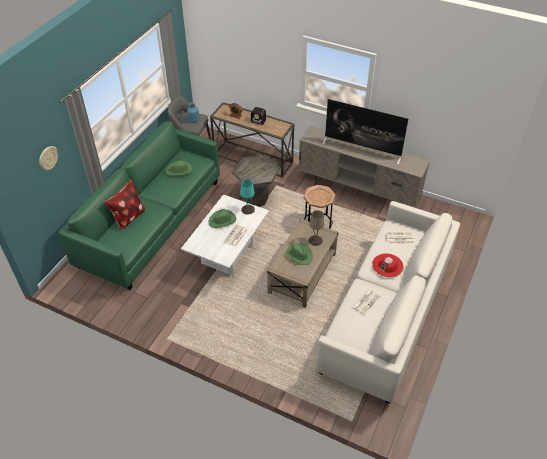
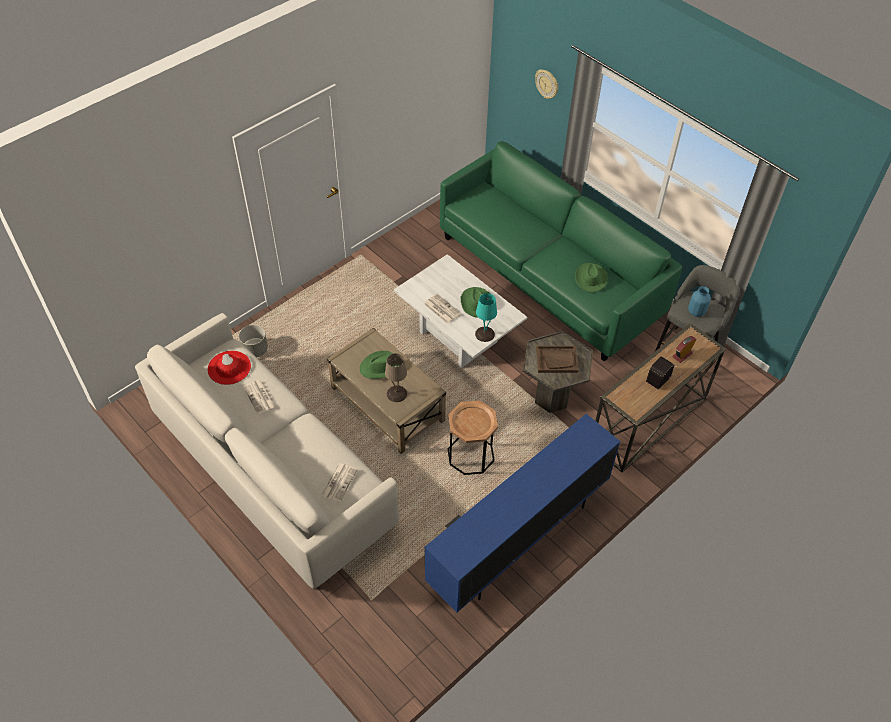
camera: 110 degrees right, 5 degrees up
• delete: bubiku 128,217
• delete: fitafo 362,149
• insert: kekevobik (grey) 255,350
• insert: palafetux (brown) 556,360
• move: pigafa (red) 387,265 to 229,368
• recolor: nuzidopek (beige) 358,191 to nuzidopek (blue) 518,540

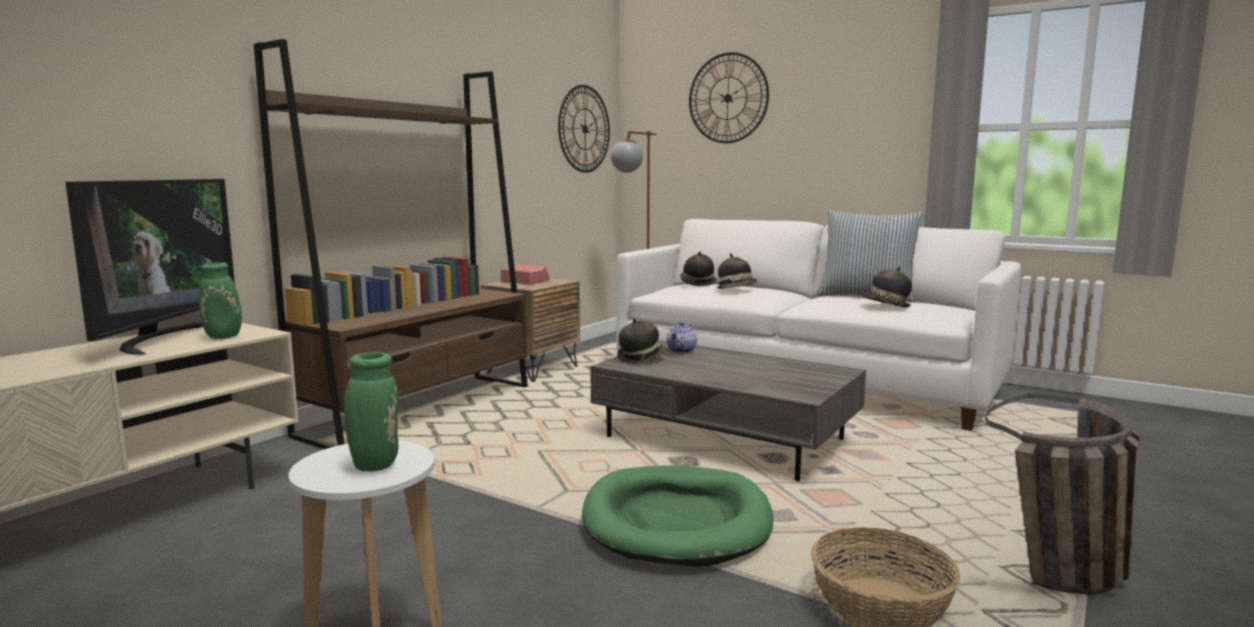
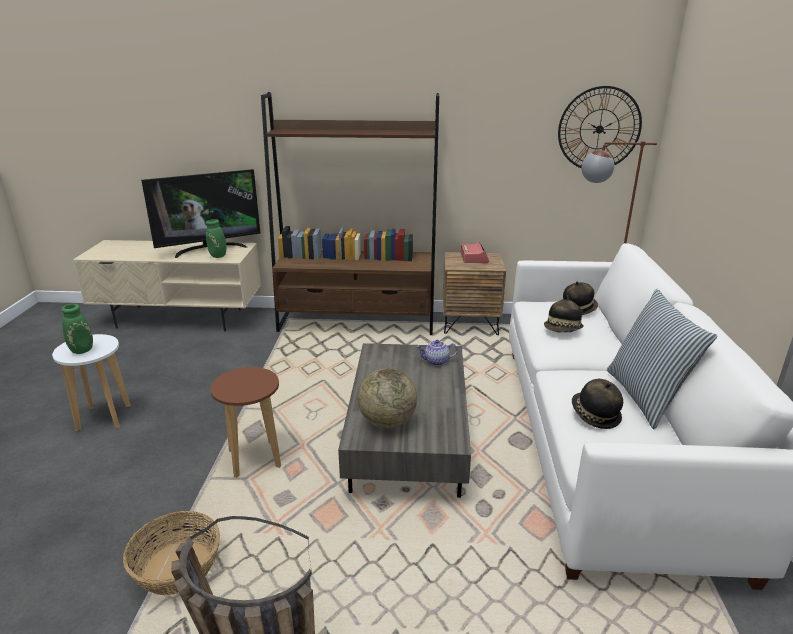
camera: 60 degrees right, 15 degrees up
• delete: pigafa 641,359
• delete: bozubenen 728,98
• insert: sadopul 387,422
• replace: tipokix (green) 676,521 to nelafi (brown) 255,459

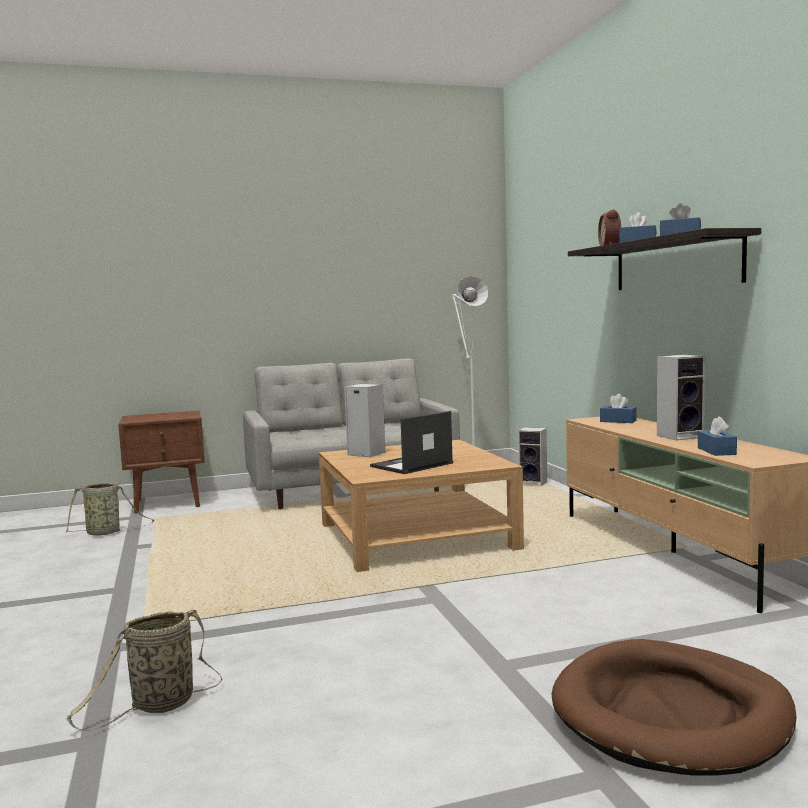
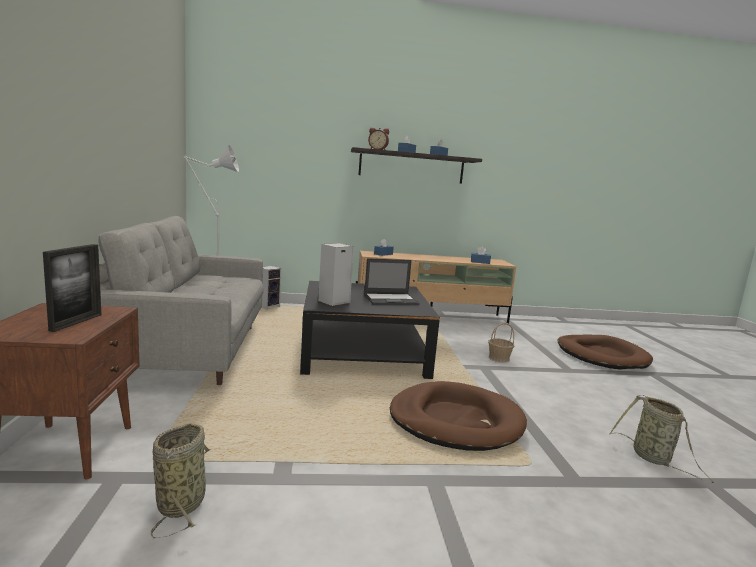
camera: 80 degrees left, 5 degrees up
• delete: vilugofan 681,436
• insert: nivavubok 76,322
• insert: tipokix (brown) 455,421
• insert: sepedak 498,358
• recolor: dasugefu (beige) 416,537 to dasugefu (black) 363,353
• rotate: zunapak 411,465 = 391,300 75 degrees counterclockwise

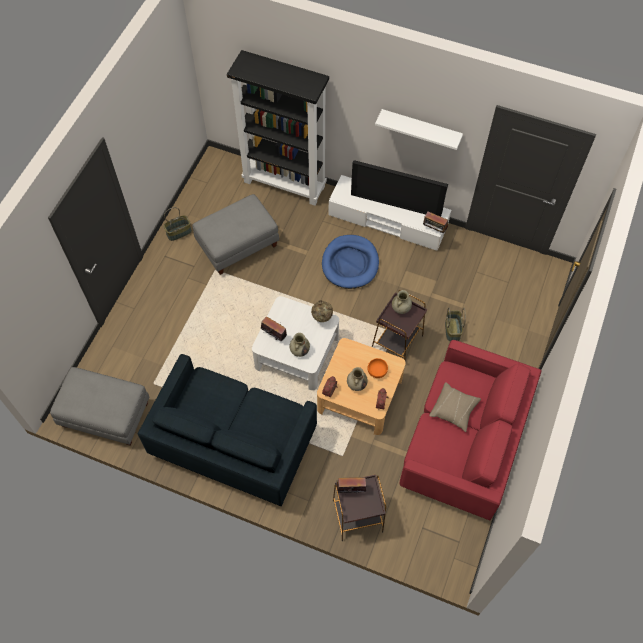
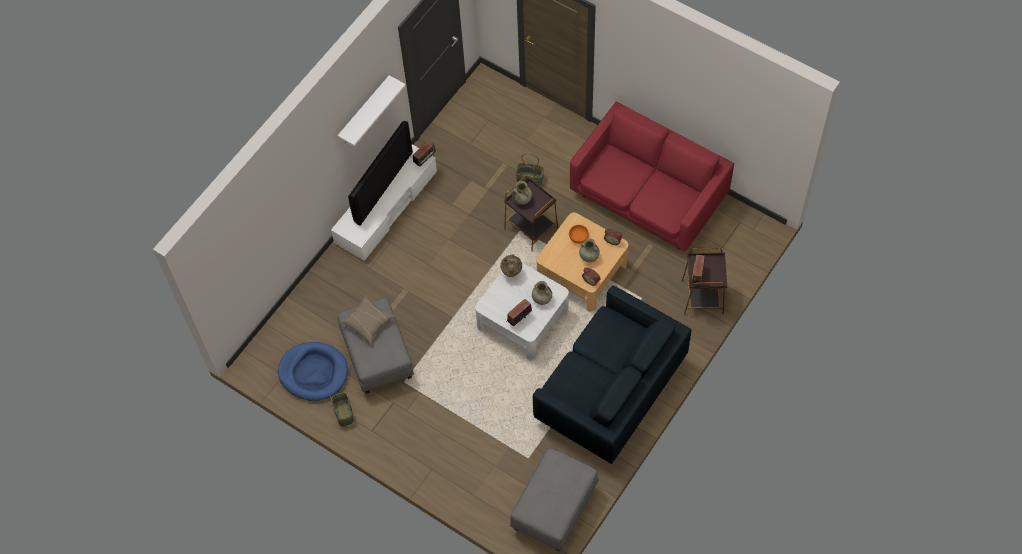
camera: 75 degrees left, 0 degrees up
• delete: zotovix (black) 285,184
• move: tipokix (blue) 350,263 to 313,372
• move: bubiku (beige) 454,409 to 368,322

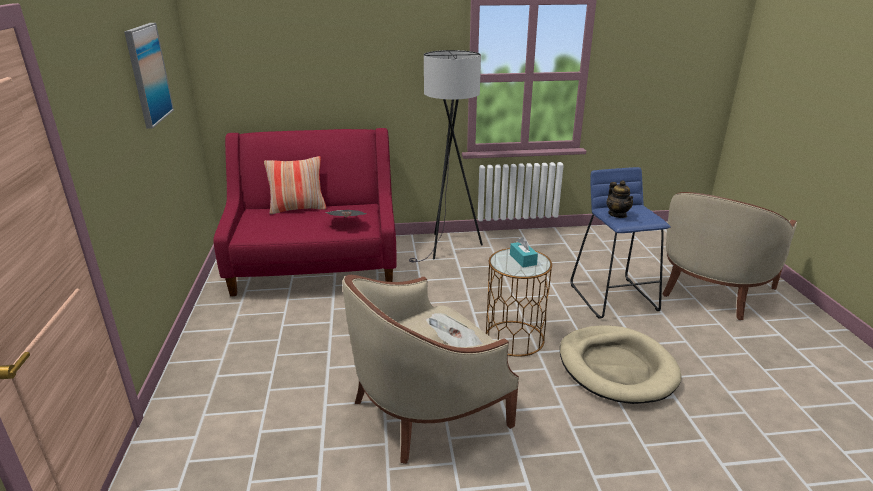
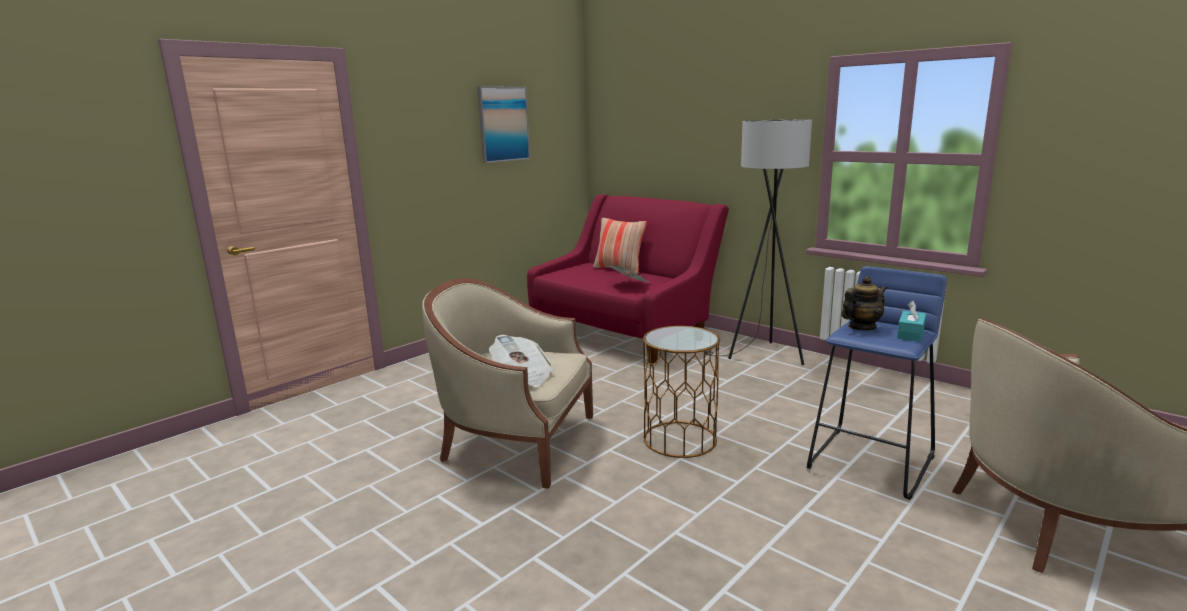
camera: 50 degrees right, 10 degrees down
• delete: tipokix (beige) 616,367
• move: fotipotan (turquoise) 523,259 to 910,334
• rotate: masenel 617,214 = 861,327 150 degrees counterclockwise

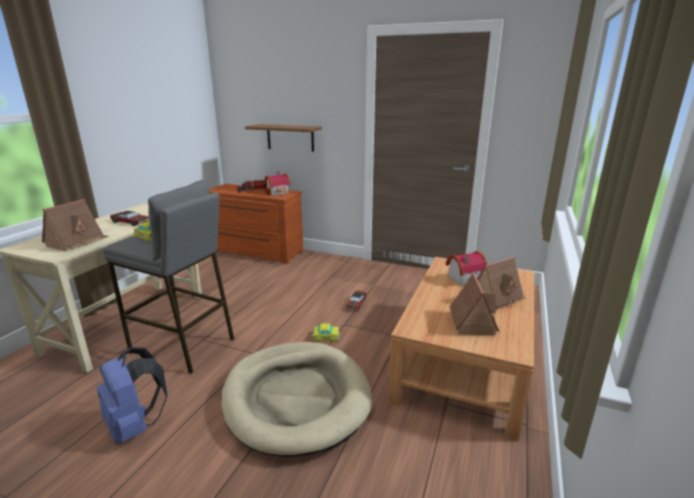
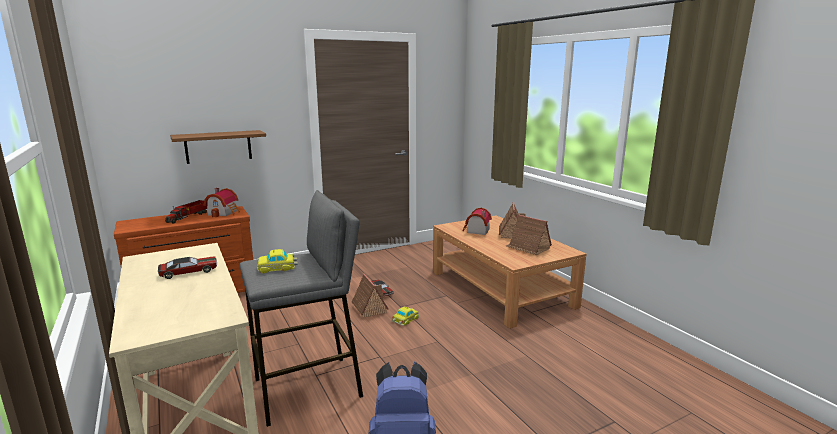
camera: 50 degrees left, 5 degrees down
• delete: tipokix (beige) 296,398
• move: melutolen 77,242 to 369,307

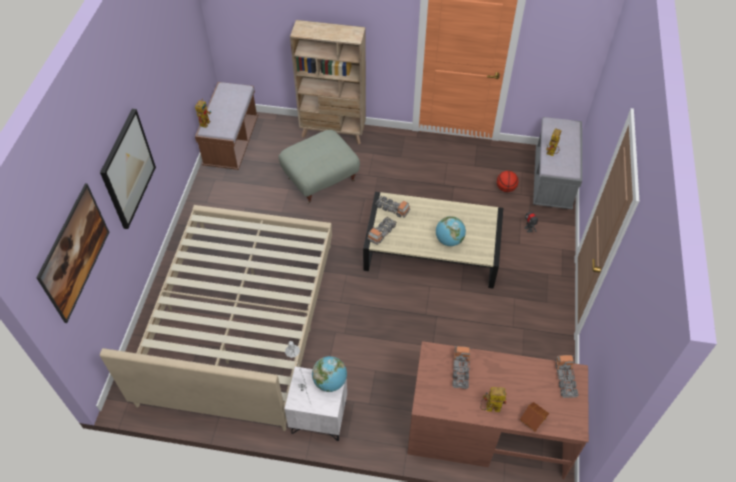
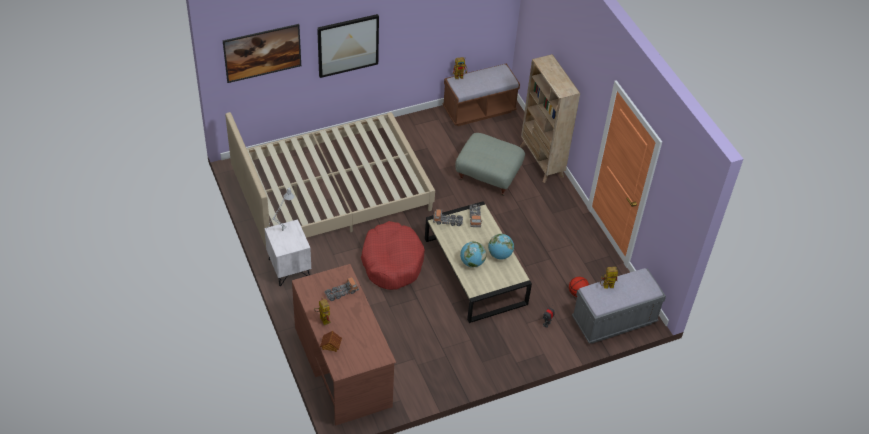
camera: 55 degrees right, 5 degrees down
• delete: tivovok 565,379
• insert: tipokix (red) 392,262
• move: sadopul 330,382 to 500,255

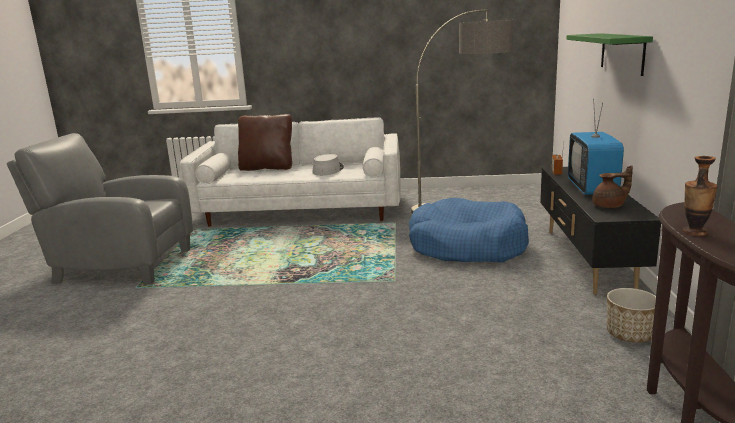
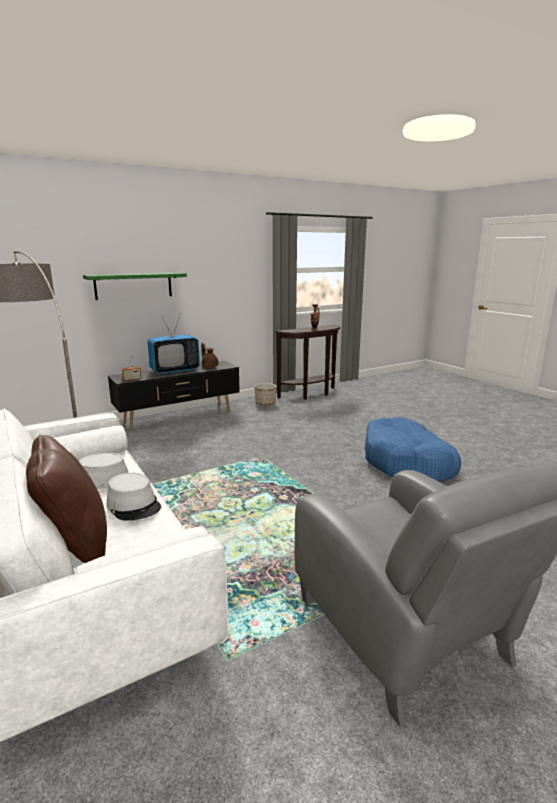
camera: 125 degrees left, 0 degrees up
• insert: pigafa (grey) 134,505
• move: tipokix (blue) 467,246 to 407,463

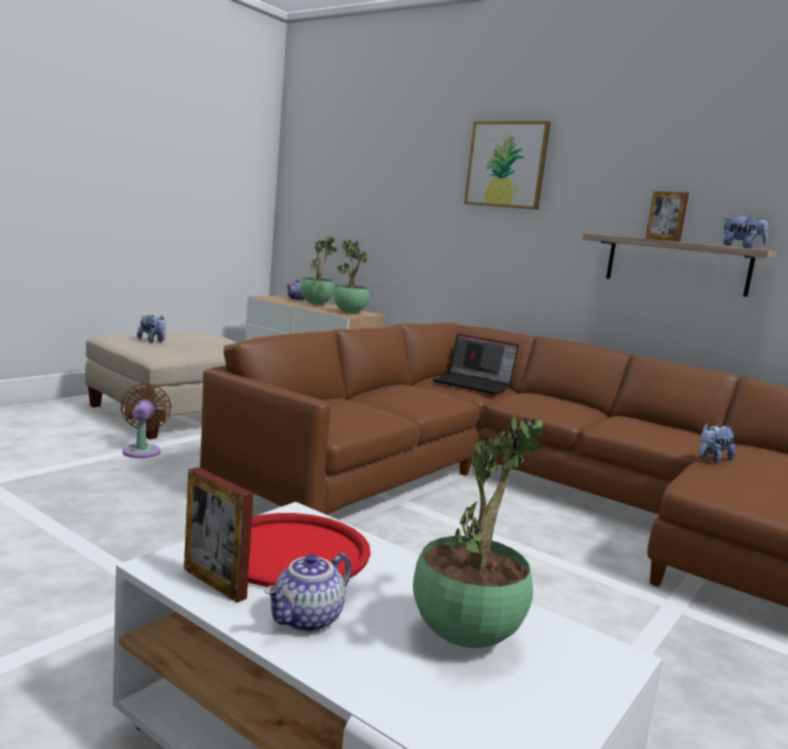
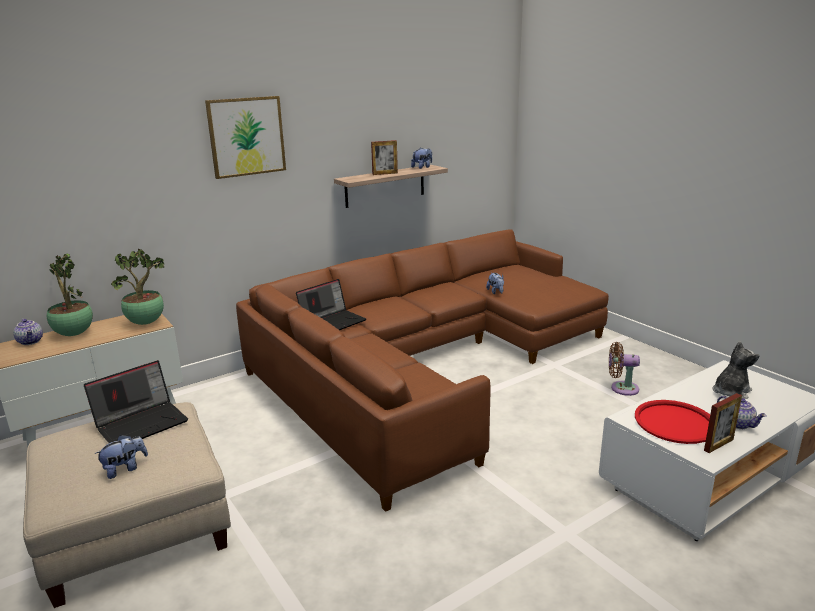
camera: 70 degrees left, 10 degrees up
• insert: zunapak 142,423
• move: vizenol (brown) 142,450 to 621,388
• replace: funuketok 466,636 to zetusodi 730,392

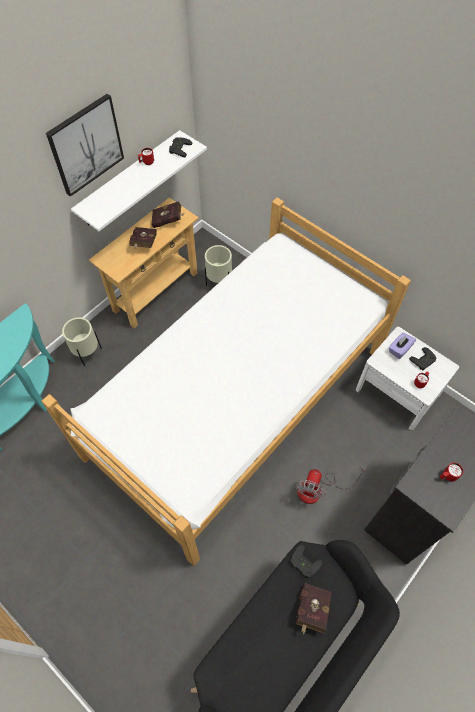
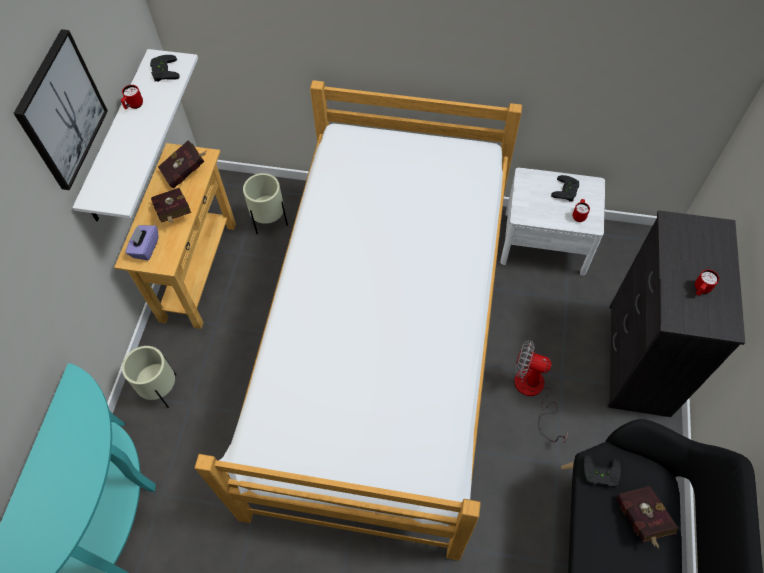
camera: 30 degrees left, 0 degrees up
• move: fotipotan (purple) 399,349 to 145,248
• rotate: vizenol 317,489 = 533,393 120 degrees clockwise

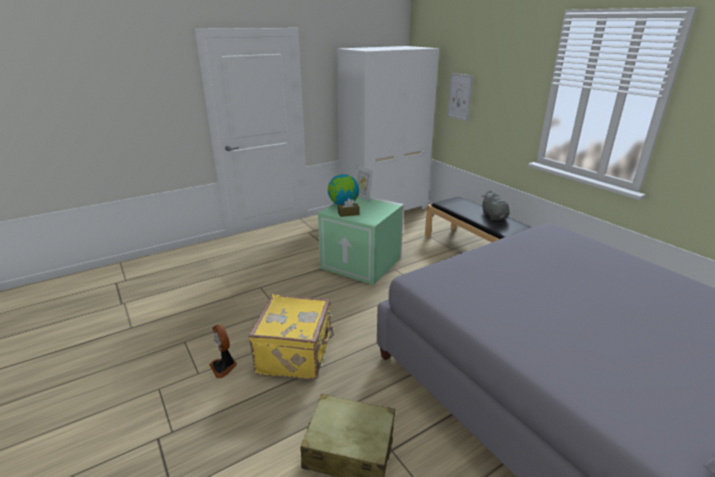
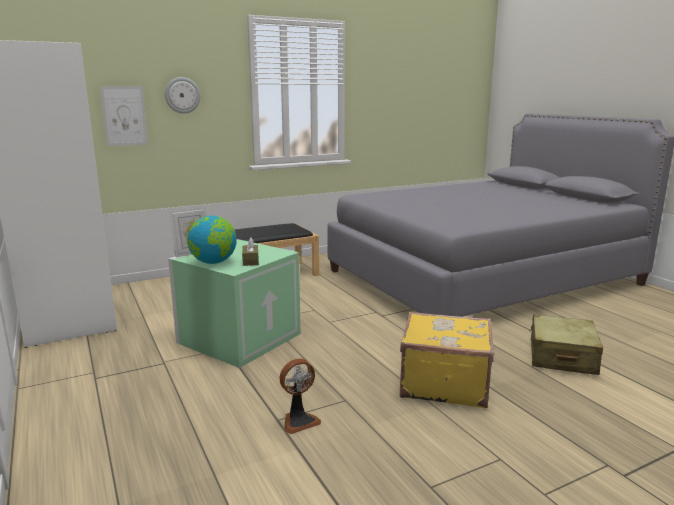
camera: 85 degrees left, 10 degrees down
• delete: zetusodi (grey) 494,217
• insert: bozubenen 182,95
• move: vizenol 224,366 to 299,421

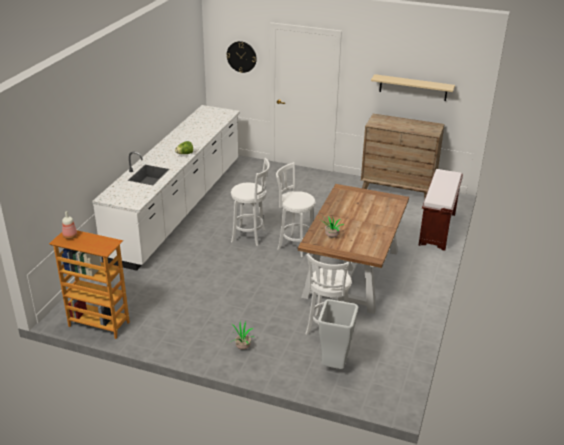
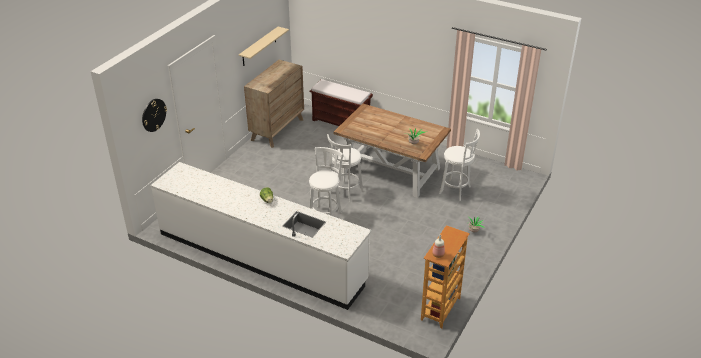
camera: 80 degrees left, 5 degrees up
• delete: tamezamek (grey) 334,364

